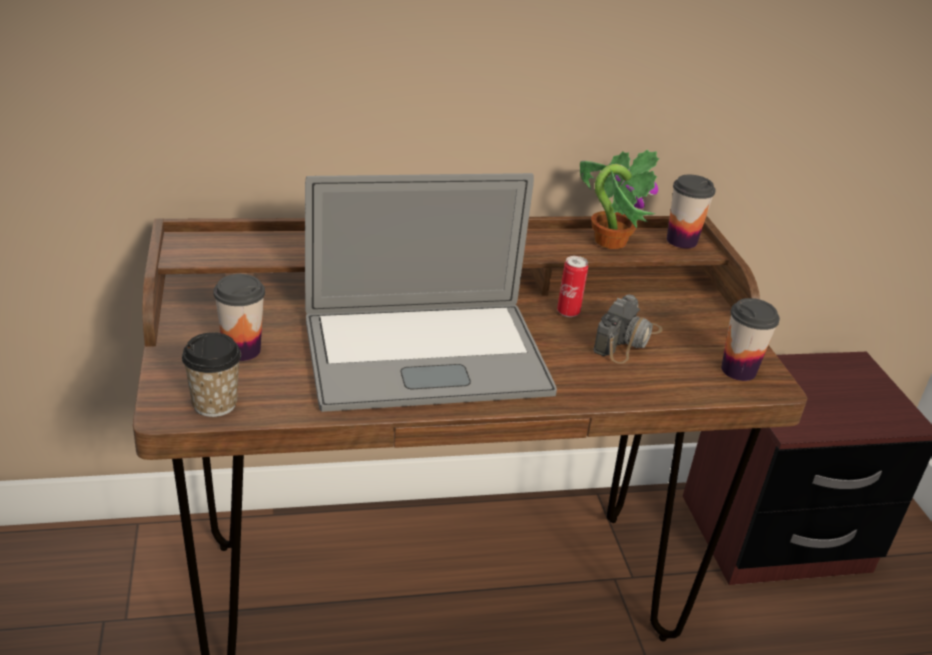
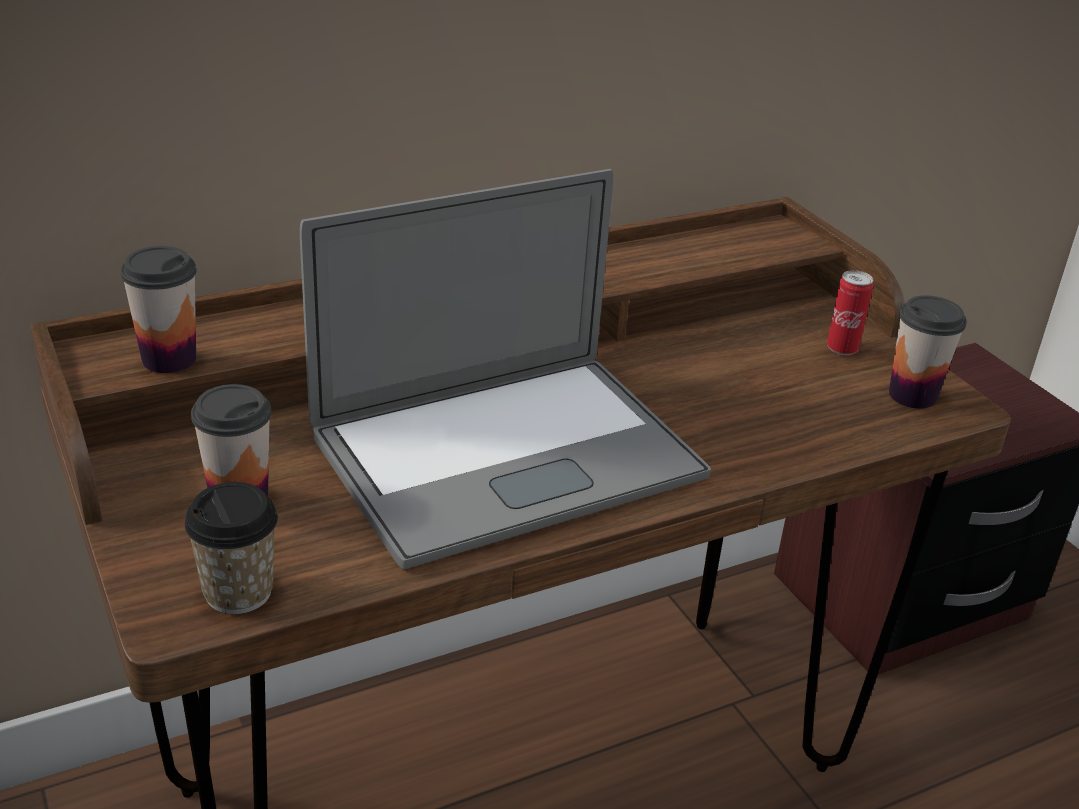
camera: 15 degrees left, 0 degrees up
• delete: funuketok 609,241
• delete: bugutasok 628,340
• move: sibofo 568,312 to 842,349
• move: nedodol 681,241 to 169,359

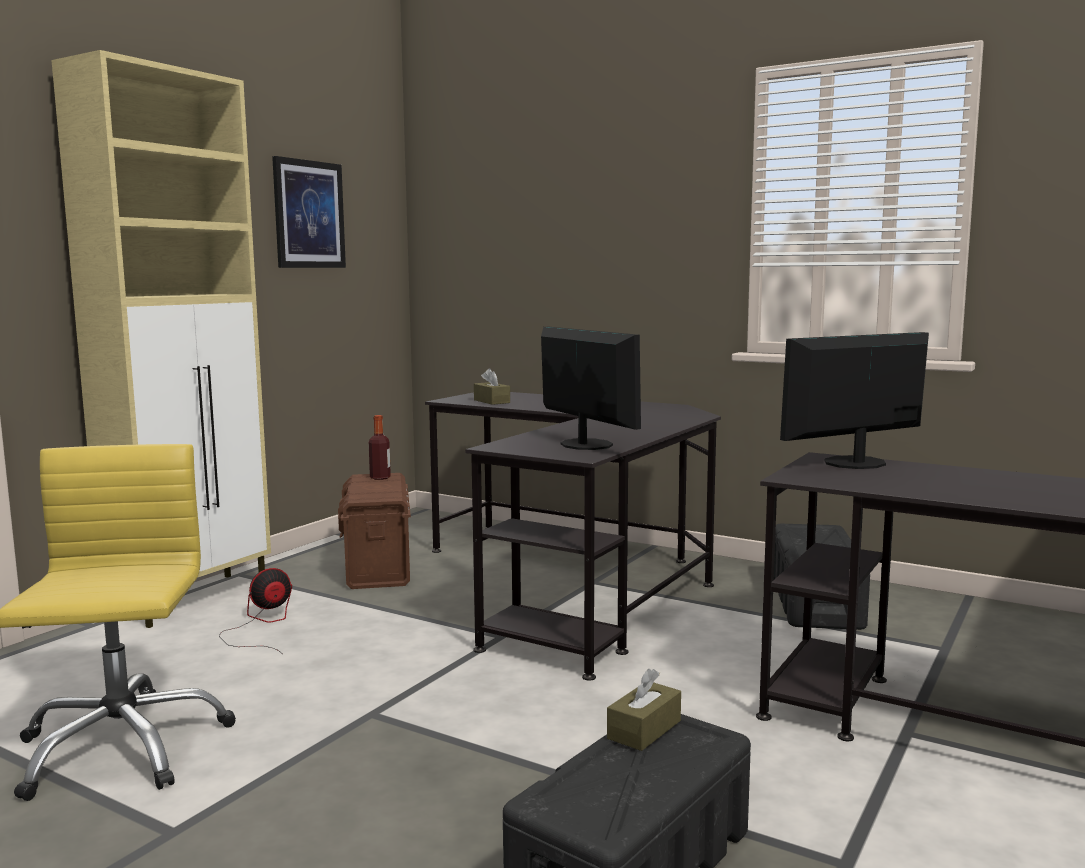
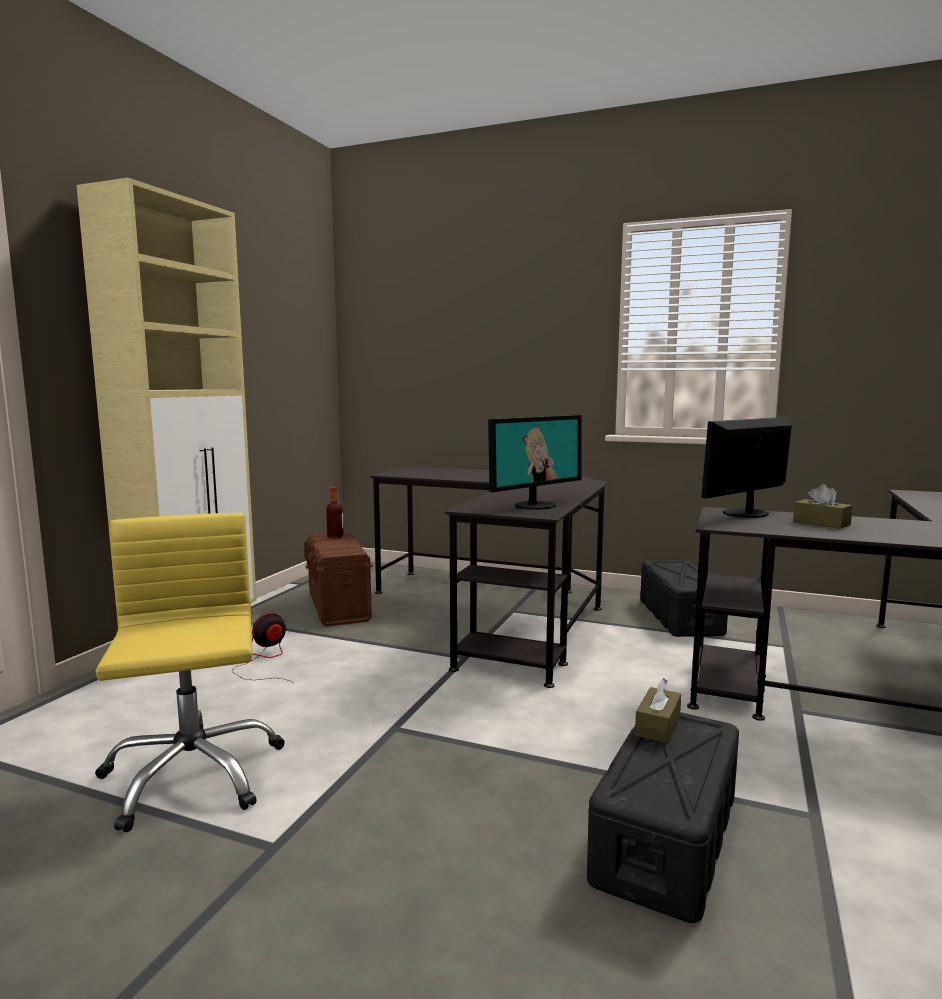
camera: 10 degrees left, 0 degrees up
• delete: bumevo 309,214
• move: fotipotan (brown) 491,401 to 821,523
• rotate: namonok 585,445 = 534,505 90 degrees clockwise

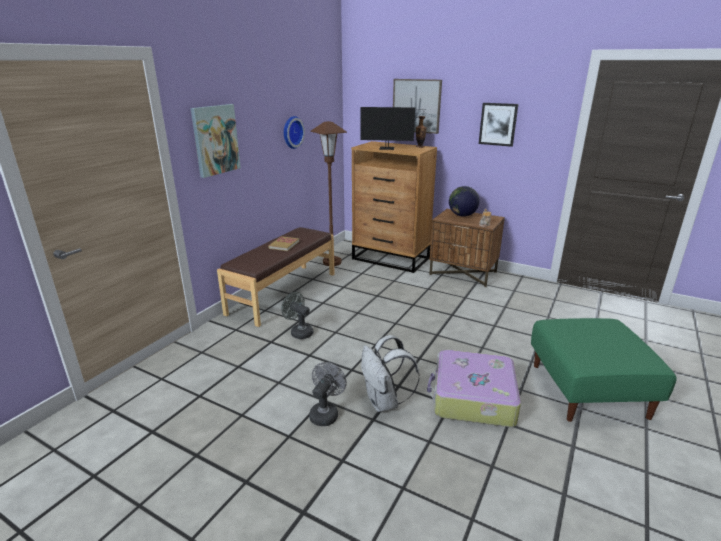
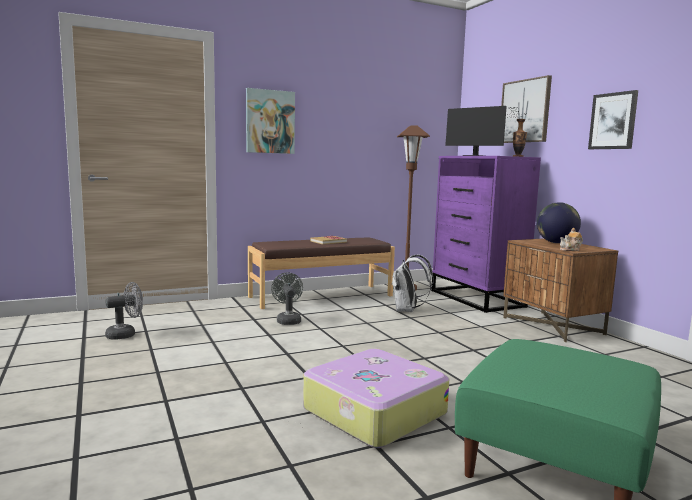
camera: 35 degrees right, 15 degrees down
• delete: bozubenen 291,132
• move: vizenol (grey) 326,413 to 125,334
• move: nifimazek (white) 384,402 to 407,310
• recolor: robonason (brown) 391,259 to robonason (purple) 477,299

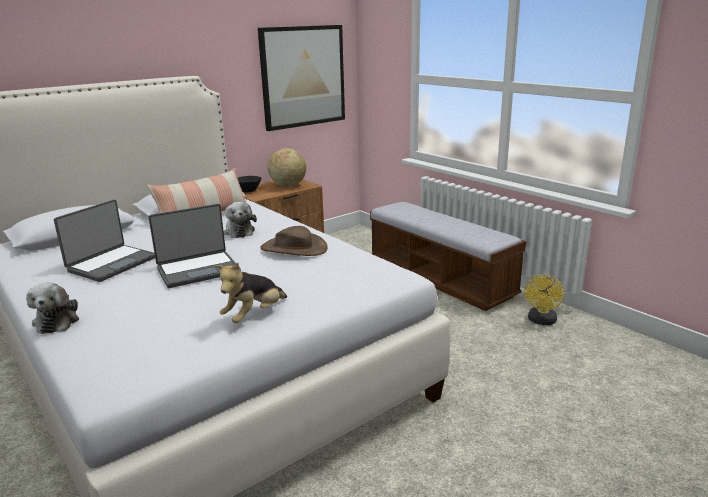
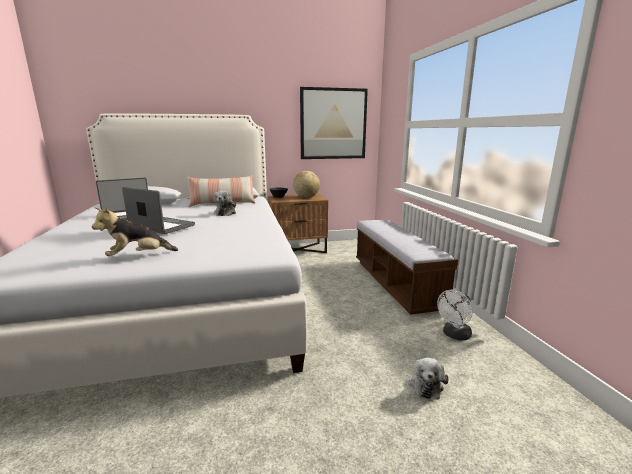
camera: 25 degrees right, 5 degrees down
• delete: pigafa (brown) 294,248
• move: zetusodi 57,320 to 425,384
• recolor: vizenol (yellow) 541,321 to vizenol (white) 454,335
• rotate: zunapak 198,270 = 161,227 150 degrees counterclockwise

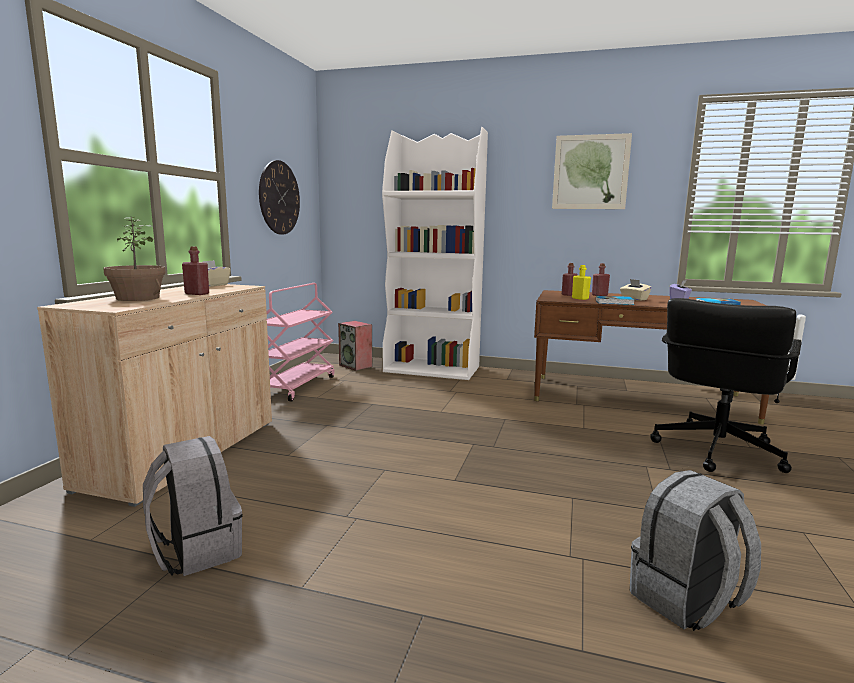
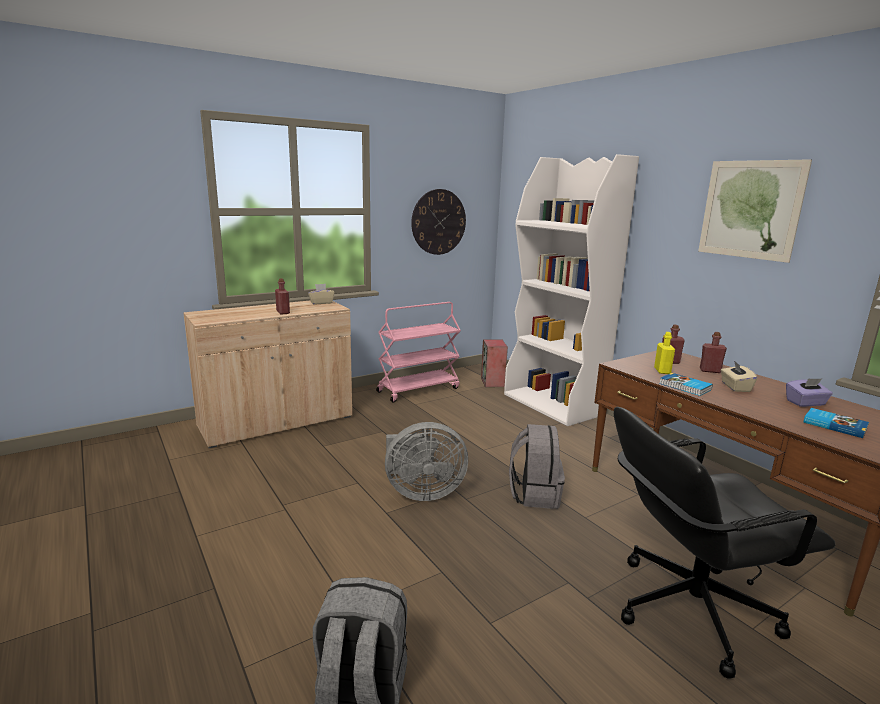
camera: 40 degrees right, 5 degrees up
• delete: funuketok 137,298
• insert: vizenol (grey) 421,492
• move: nifimazek (grey) 196,550 to 534,494

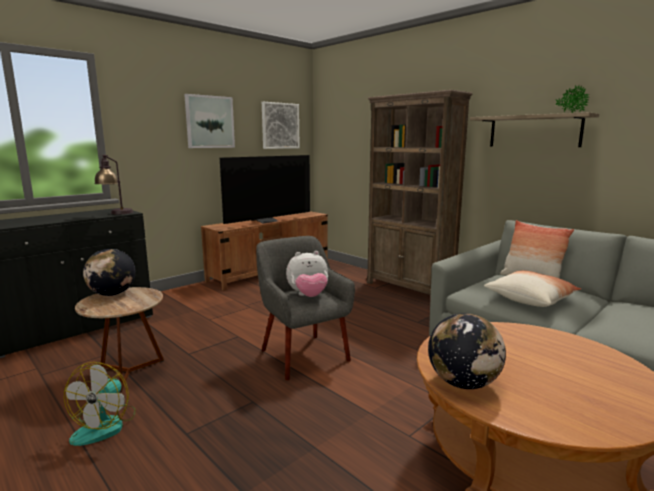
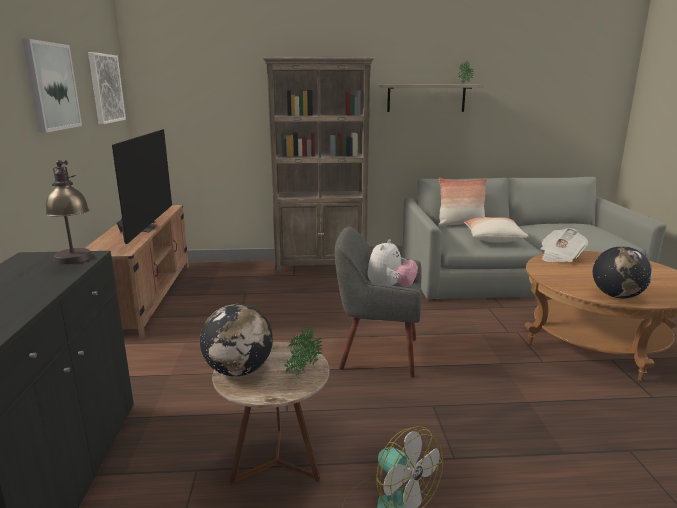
camera: 50 degrees left, 5 degrees up
• insert: funuketok 301,372
• insert: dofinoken 560,257

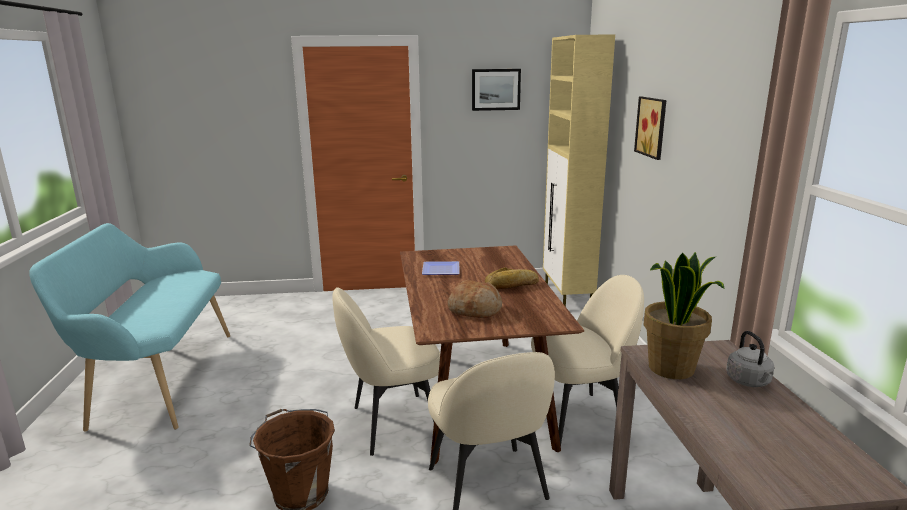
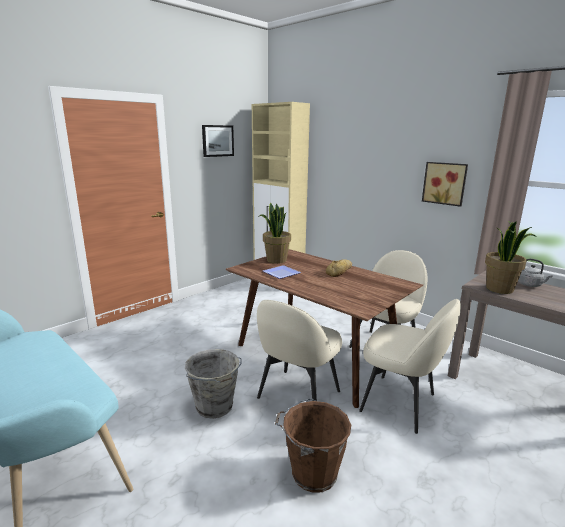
camera: 40 degrees left, 0 degrees up
• delete: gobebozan 475,310
• insert: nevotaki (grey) 215,407
• insert: funuketok 276,260
• move: bumevo 653,127 to 445,183

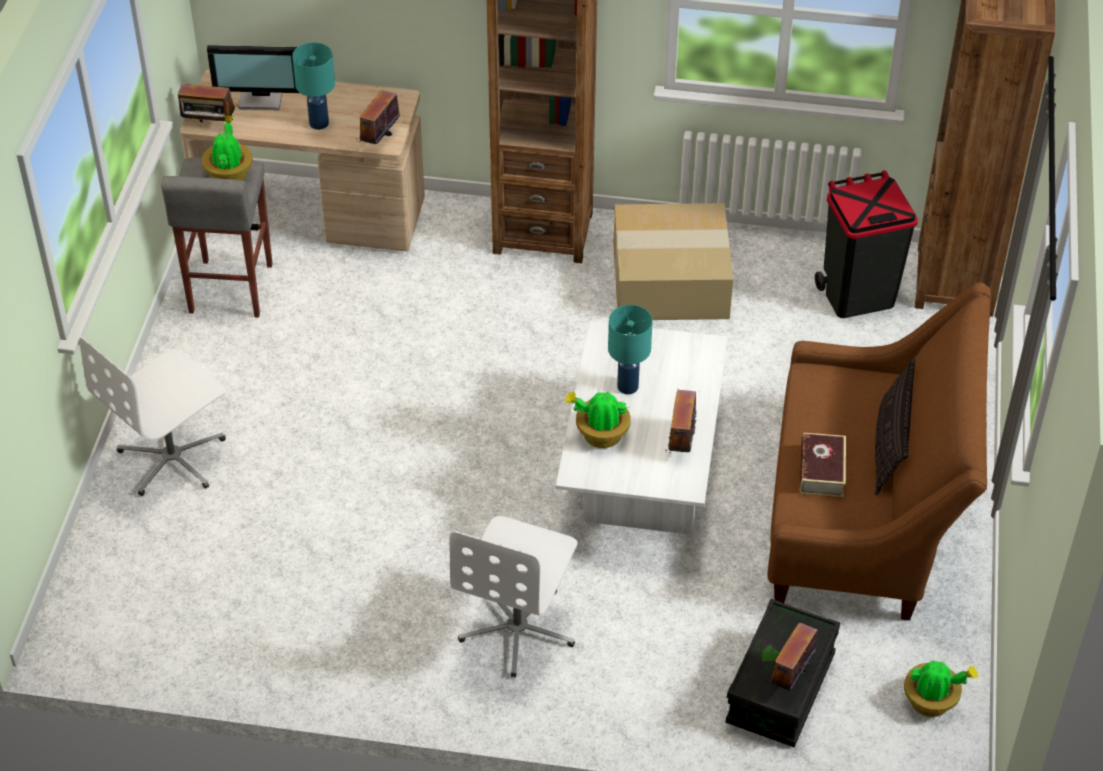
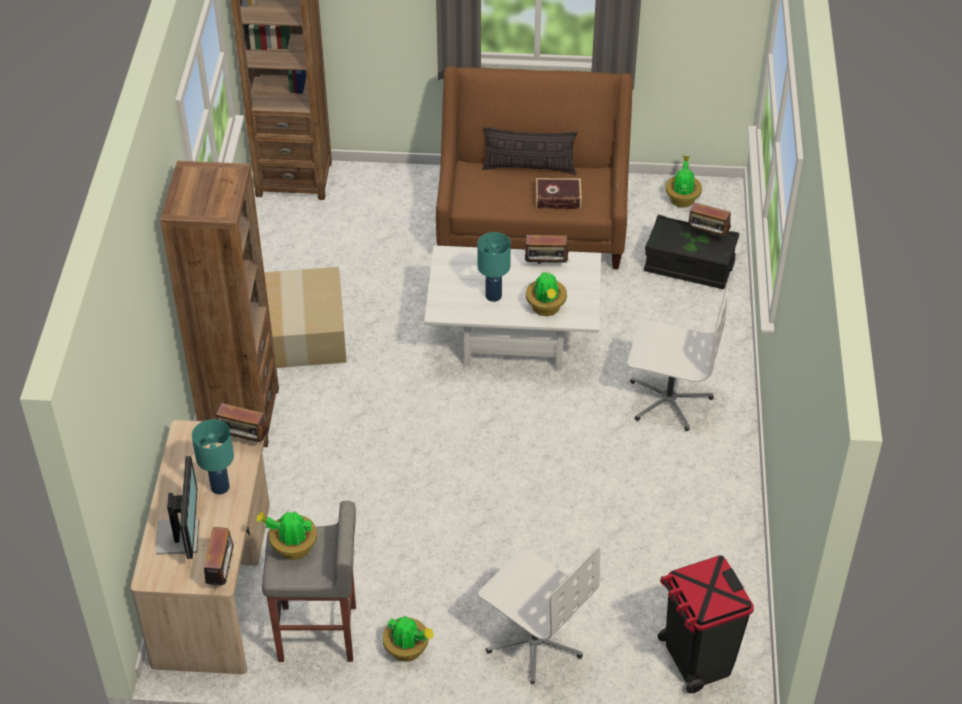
camera: 95 degrees left, 0 degrees up
• insert: funuketok 408,650
• move: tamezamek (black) 857,295 to 696,660

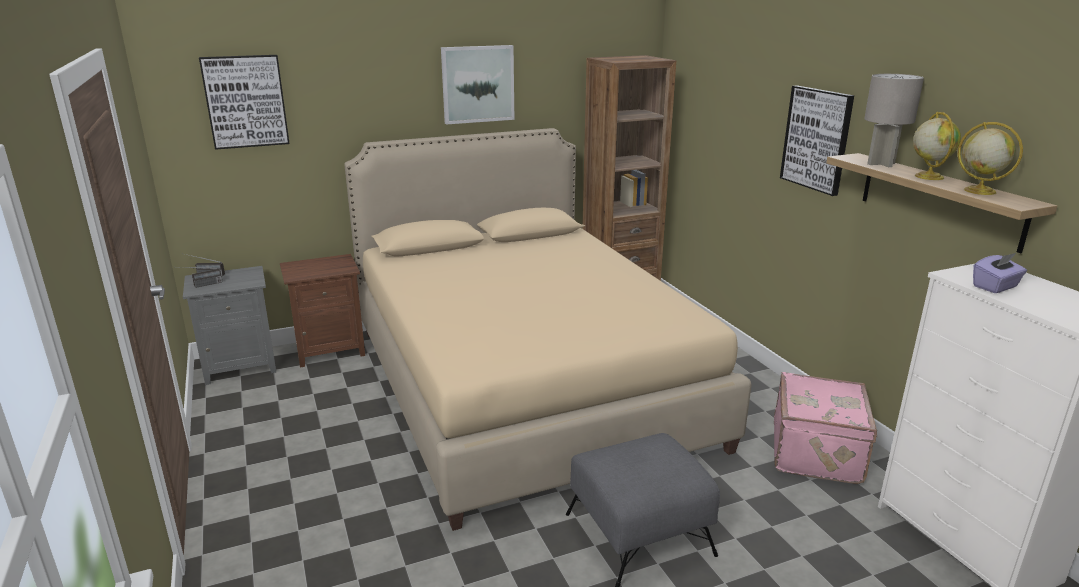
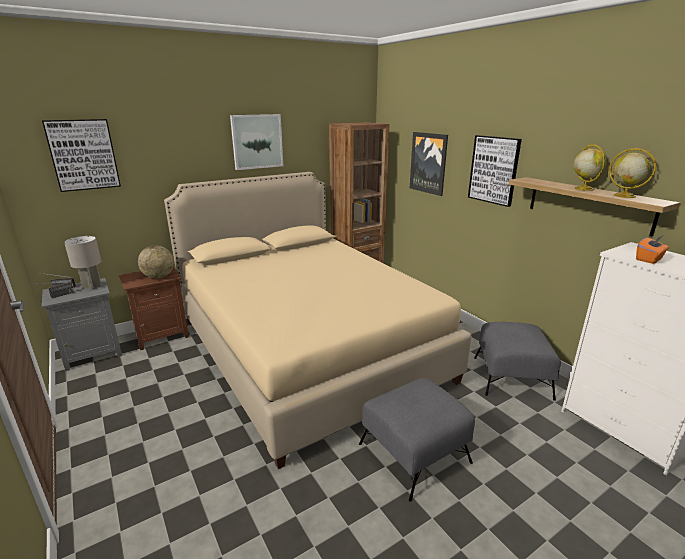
camera: 10 degrees left, 0 degrees up
• insert: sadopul 159,277
• insert: bumevo 428,163
• move: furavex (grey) 881,164 to 92,286
• replace: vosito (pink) 818,453 to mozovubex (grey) 512,377
• recolor: fotipotan (purple) 995,287 to fotipotan (orange) 649,259

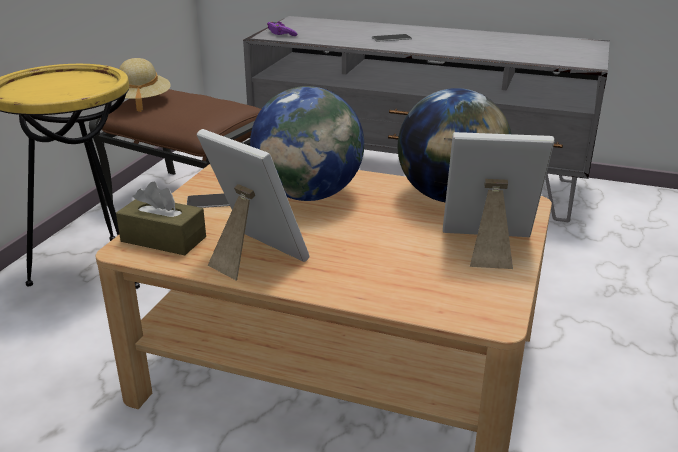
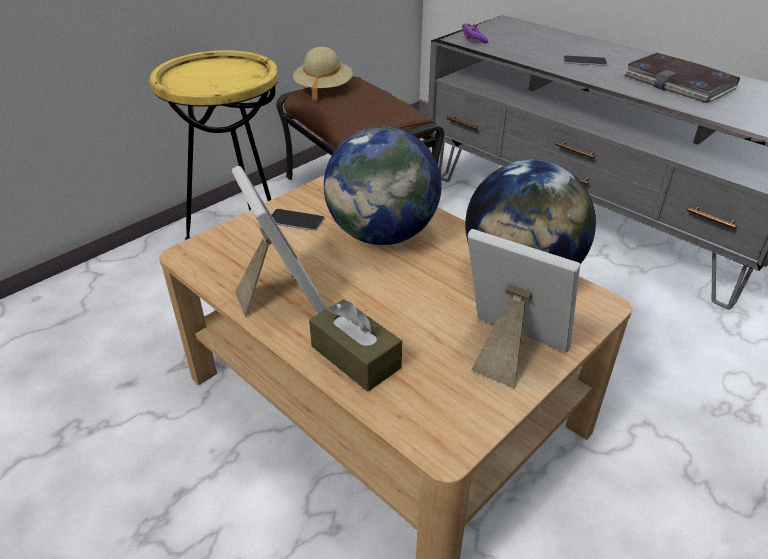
camera: 25 degrees right, 10 degrees up
• insert: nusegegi 679,82
• move: fotipotan (brown) 163,239 to 355,357

